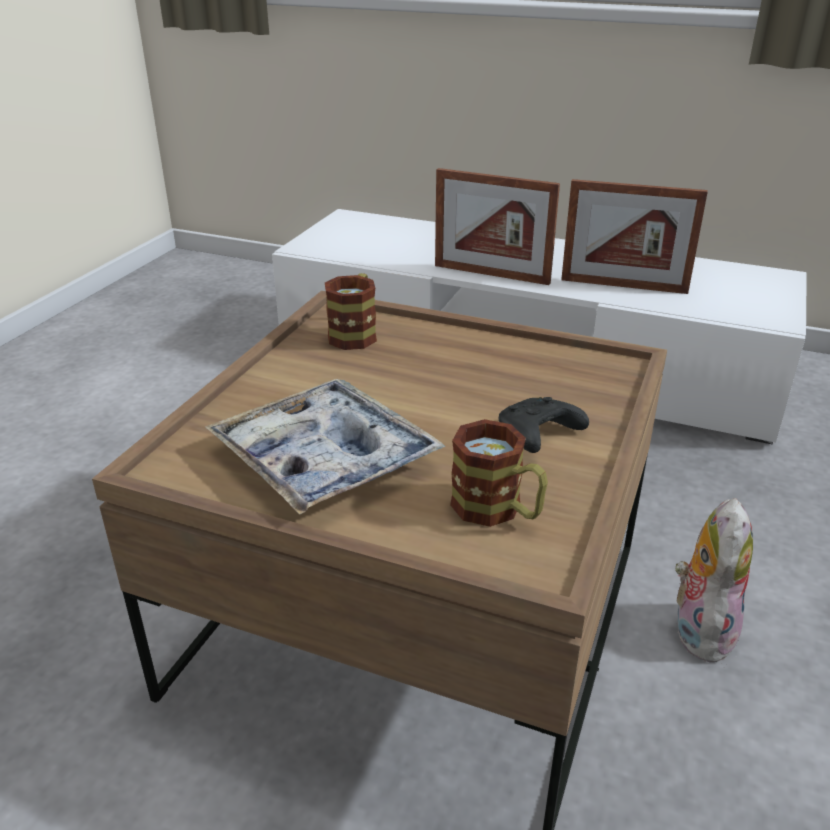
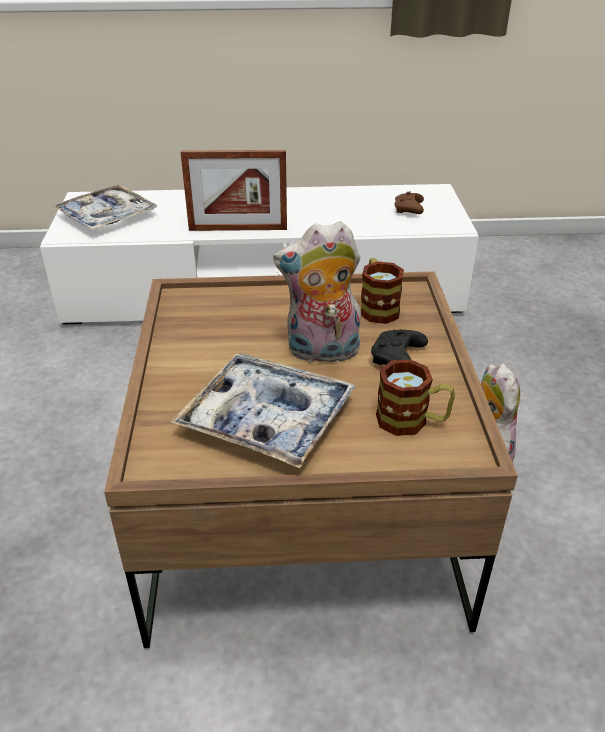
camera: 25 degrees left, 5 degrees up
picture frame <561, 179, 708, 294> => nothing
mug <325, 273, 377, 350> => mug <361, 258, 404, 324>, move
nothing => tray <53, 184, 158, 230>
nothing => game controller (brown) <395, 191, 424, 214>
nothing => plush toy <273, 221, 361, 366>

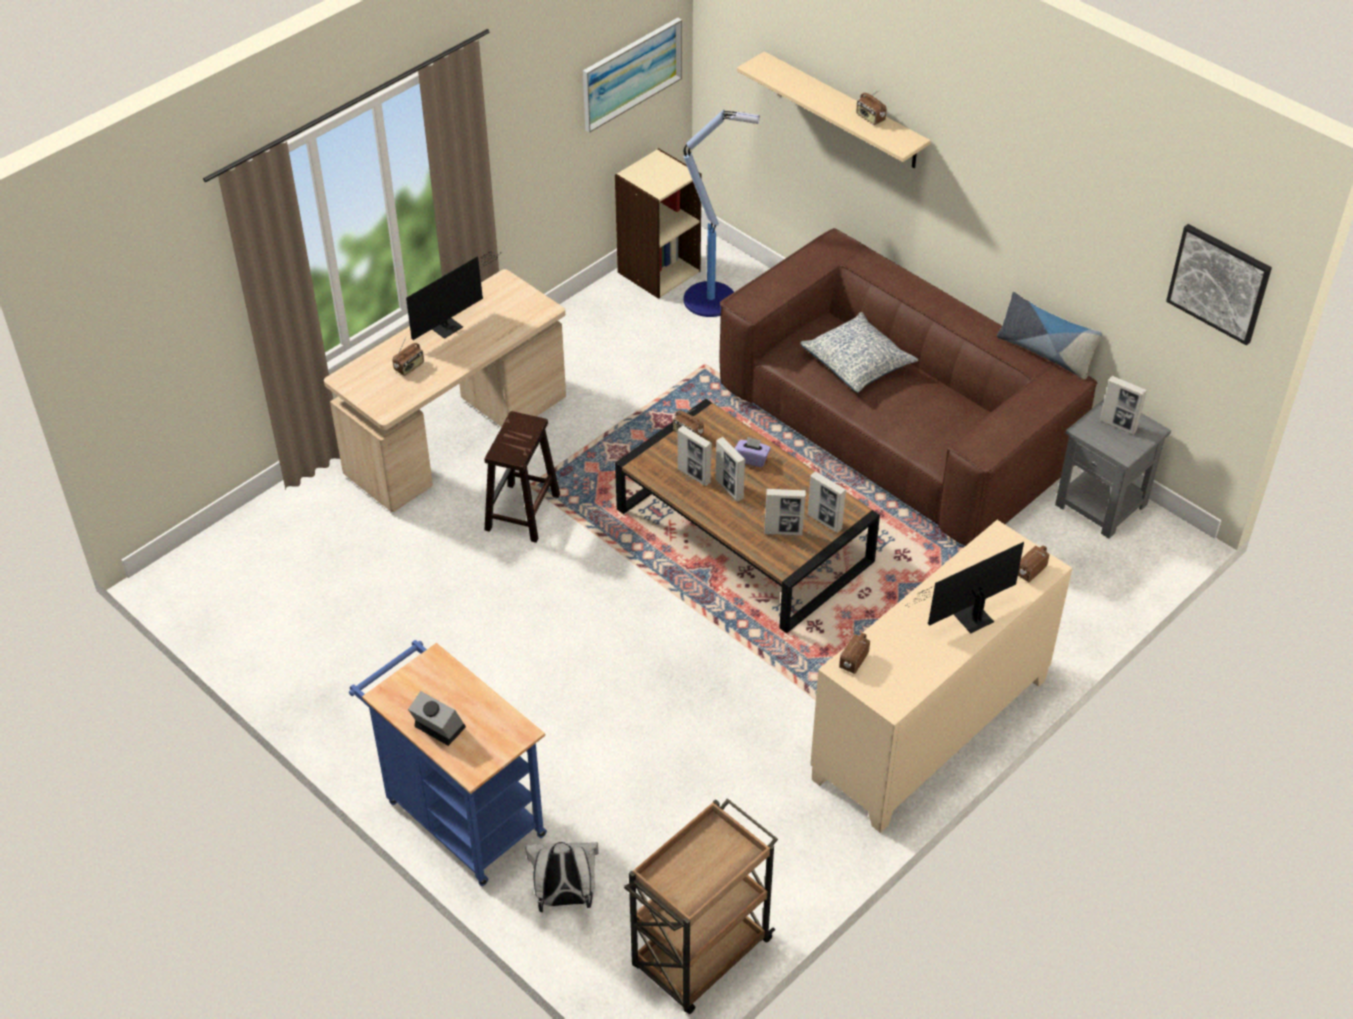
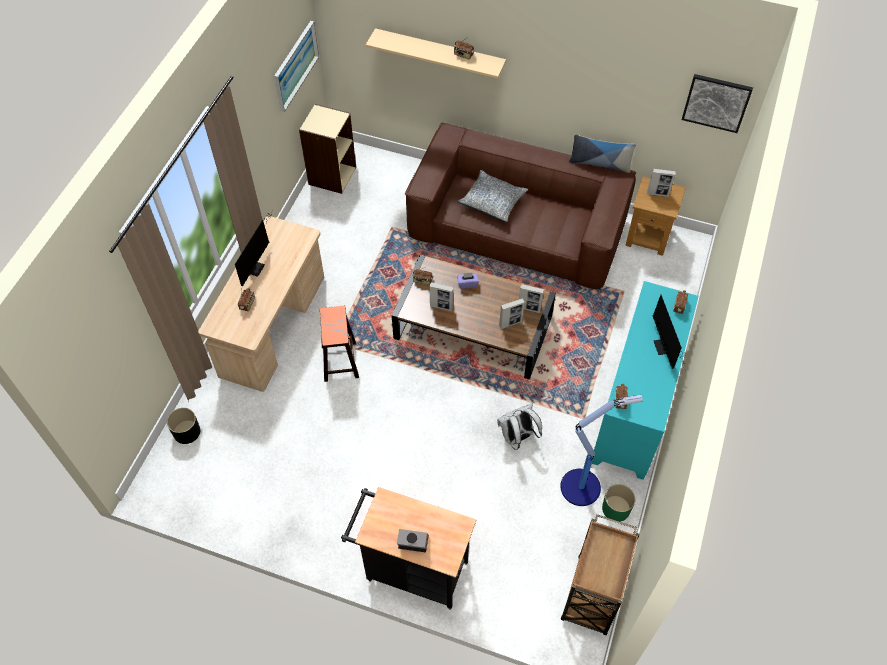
camera: 25 degrees left, 10 degrees up
floor lamp <683, 109, 760, 317> => floor lamp <560, 395, 643, 506>, move
side table (grey) <1055, 398, 1171, 539> => side table (brown) <625, 176, 686, 256>
picture frame <715, 437, 746, 501> => nothing
cabinet (beige) <810, 520, 1072, 833> => cabinet (turquoise) <592, 281, 699, 480>
monitor <906, 542, 1024, 633> => monitor <653, 295, 686, 369>, 45 degrees counterclockwise
cart (blue) <349, 640, 547, 886> => cart (black) <341, 487, 476, 610>
backpack (white) <525, 842, 598, 912> => backpack (white) <497, 403, 542, 450>, move
nothing => planter (black) <167, 408, 200, 444>
nothing => planter (green) <602, 484, 635, 522>

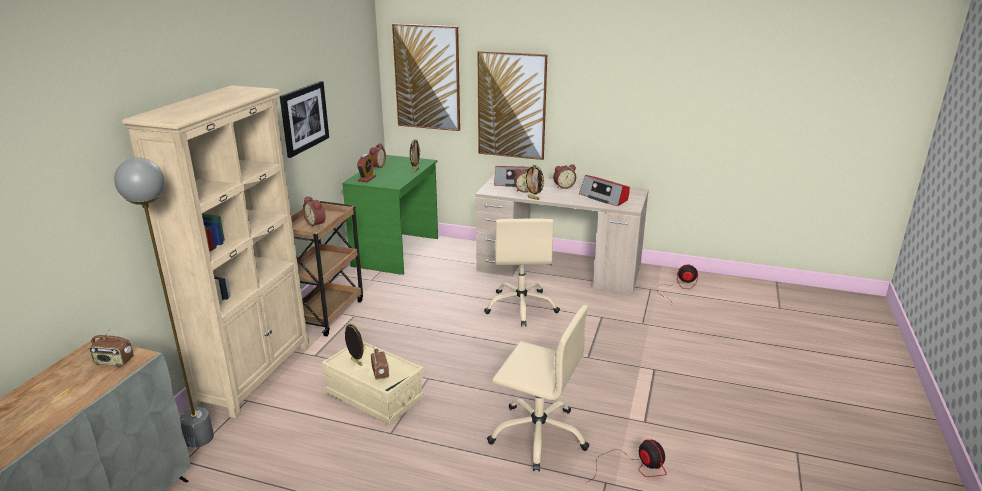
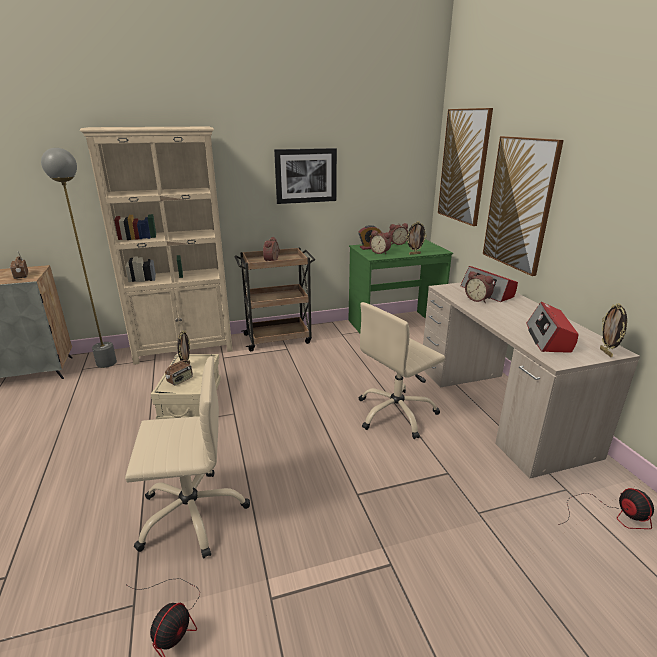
camera: 55 degrees right, 0 degrees up
picture frame <524, 164, 545, 200> => picture frame <600, 303, 627, 357>, move
alarm clock <553, 164, 576, 189> => alarm clock <370, 230, 391, 254>, move
office chair (beige) <487, 305, 589, 471> => office chair (beige) <125, 356, 250, 559>, 90 degrees counterclockwise

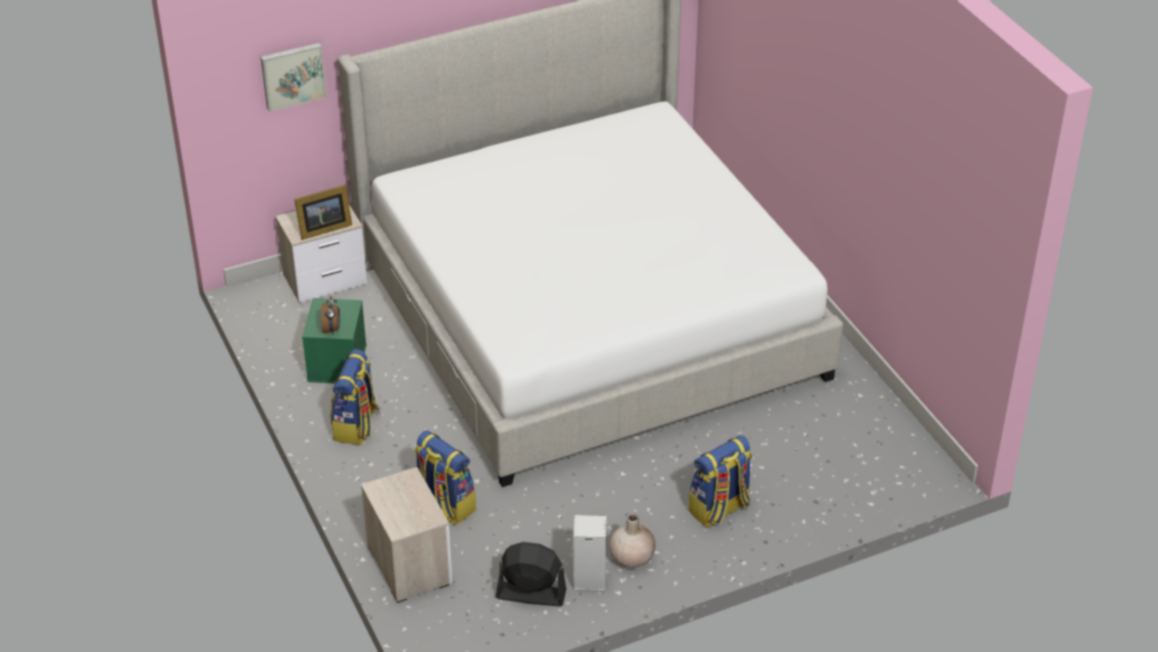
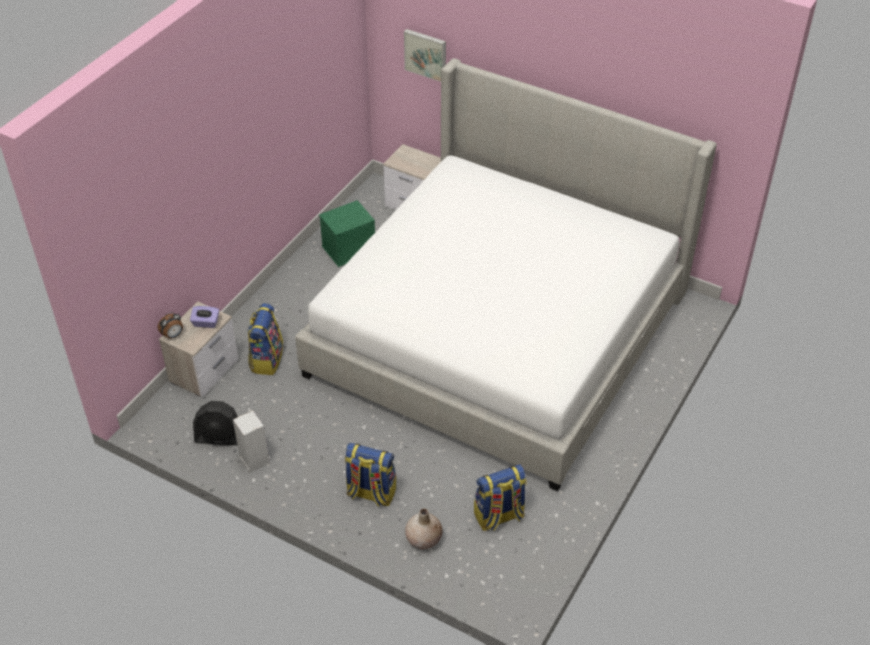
camera: 55 degrees right, 5 degrees up
picture frame <294, 185, 352, 240> => nothing
alarm clock <321, 296, 340, 335> => alarm clock <158, 312, 183, 339>, move
backpack <331, 349, 380, 445> => backpack <474, 464, 527, 531>, move
vase (beige) <609, 514, 656, 568> => vase (beige) <405, 508, 443, 550>, move
fan (black) <496, 542, 566, 606> => fan (black) <193, 401, 238, 445>, 120 degrees clockwise
nothing => tissue box (purple) <190, 306, 219, 328>

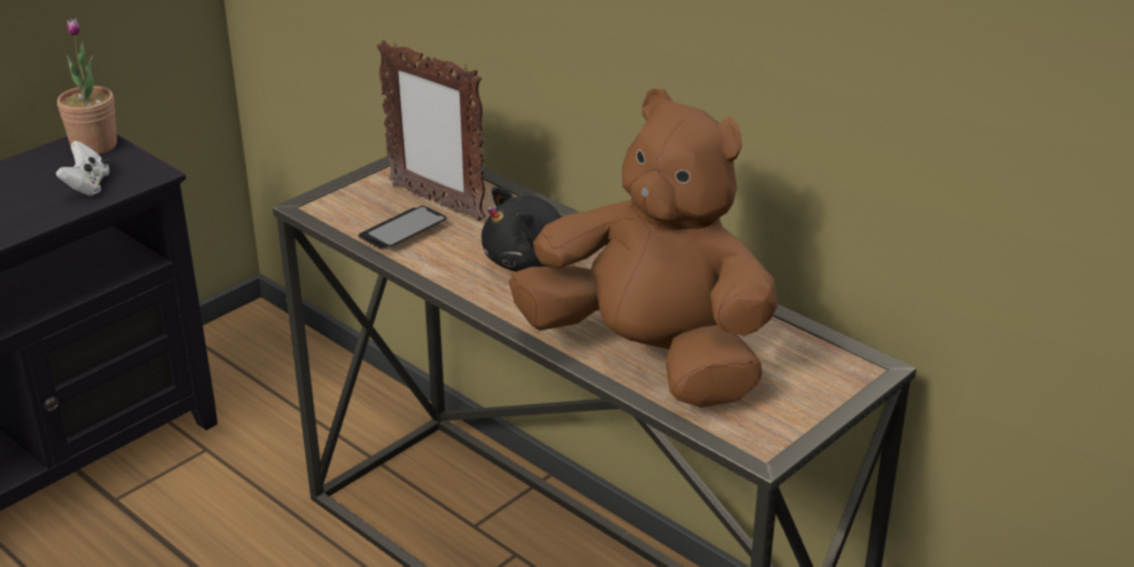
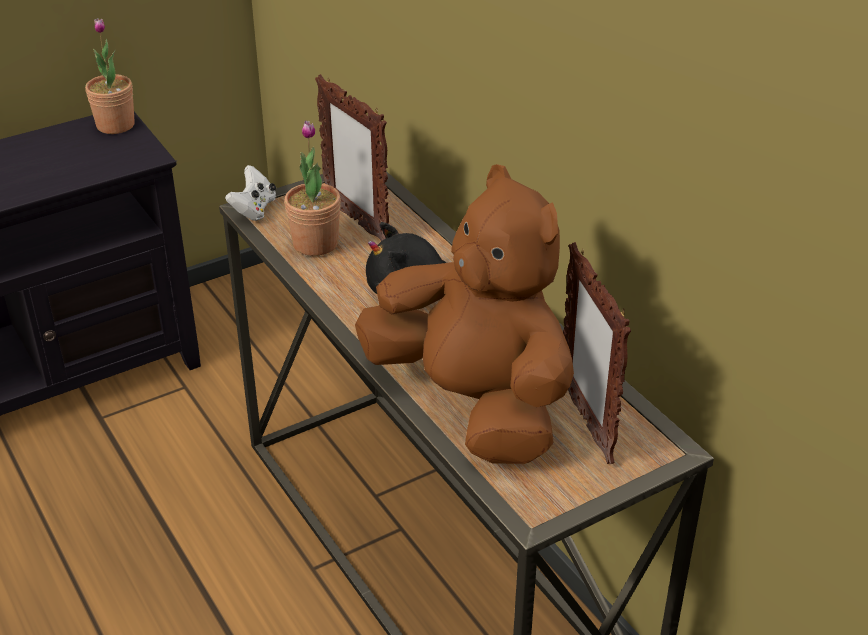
camera: 15 degrees right, 5 degrees up
game controller (white) <56, 141, 110, 196> => game controller (white) <225, 165, 276, 221>, move
phone <358, 206, 447, 248> => potted plant <284, 121, 341, 256>
nothing => picture frame <563, 242, 631, 464>

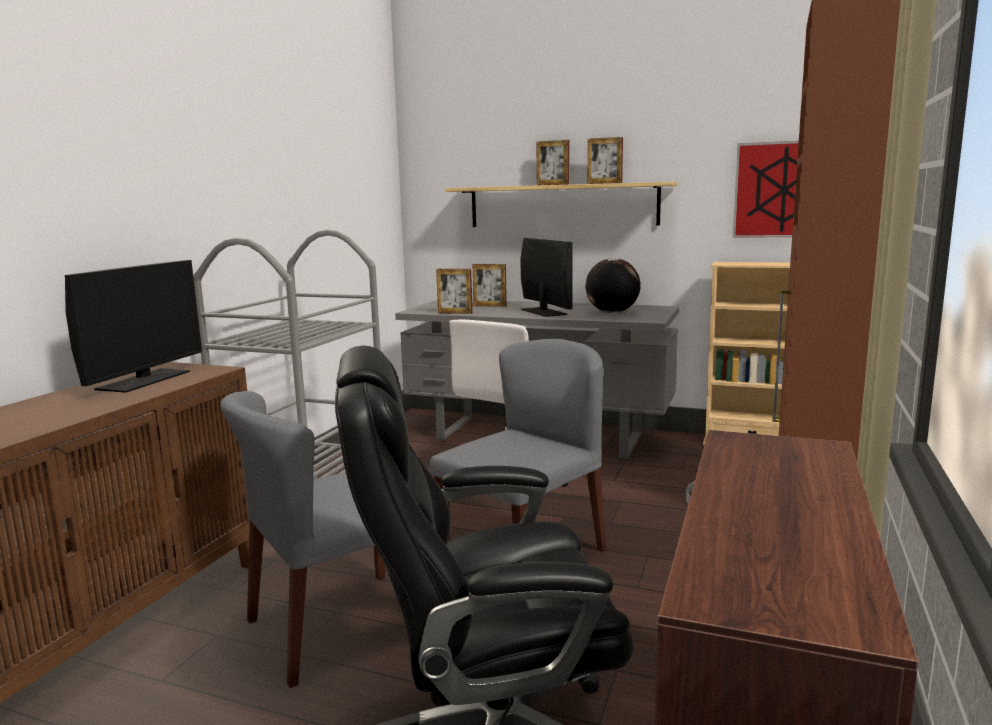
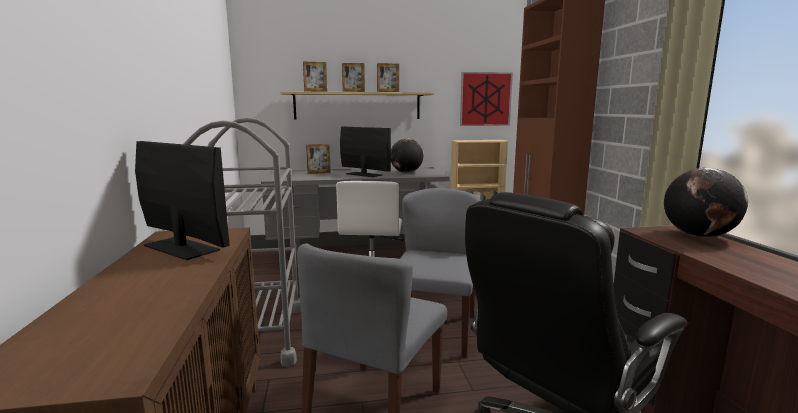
camera: 30 degrees left, 0 degrees up
monitor <65, 260, 202, 393> => monitor <135, 141, 230, 260>, 45 degrees counterclockwise
picture frame <436, 269, 473, 314> => picture frame <303, 62, 327, 92>, move
nothing => globe <664, 168, 748, 238>

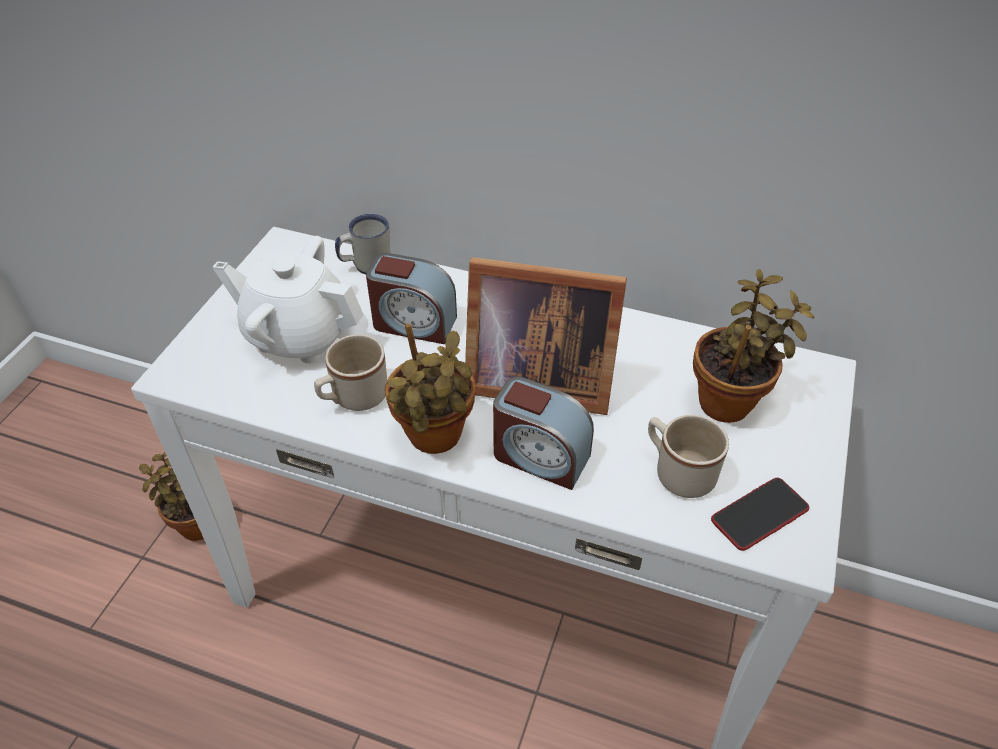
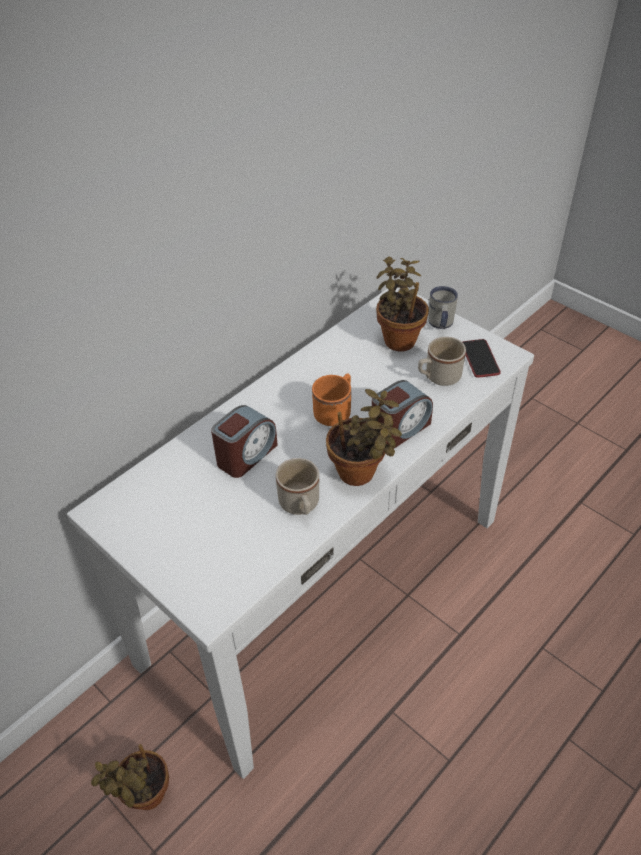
camera: 65 degrees left, 0 degrees up
mug (white) <335, 214, 391, 274> => mug (white) <428, 286, 458, 329>, move
teapot (white) <213, 236, 364, 363> => nothing
picture frame <465, 257, 627, 415> => mug (orange) <312, 373, 351, 426>

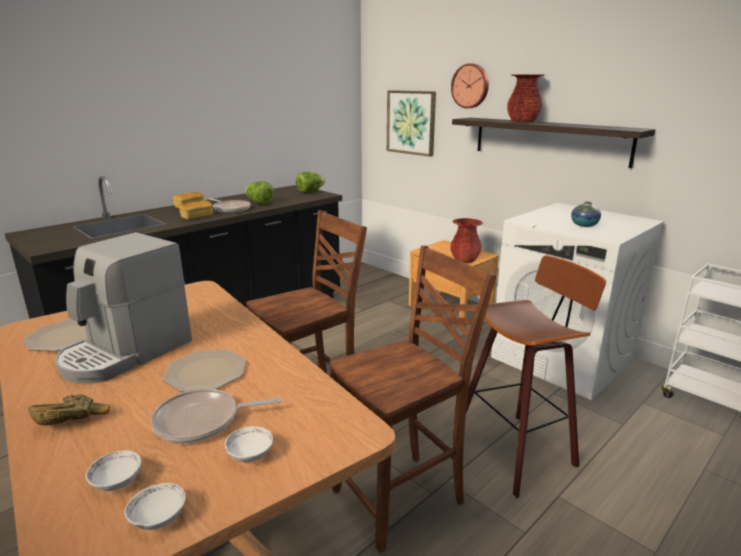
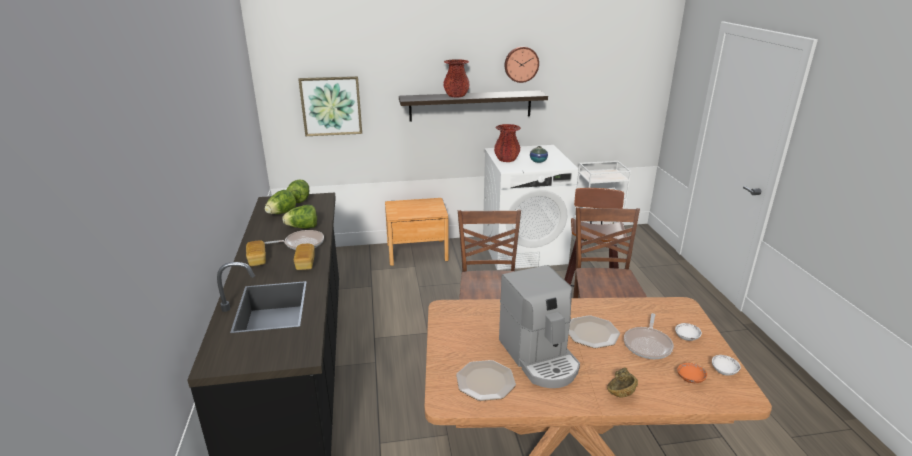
camera: 55 degrees left, 5 degrees up
wall clock <451, 63, 489, 108> => wall clock <505, 46, 539, 83>, move
vase (red) <451, 218, 483, 263> => vase (red) <494, 124, 521, 162>, move
bowl (white) <86, 451, 141, 491> => bowl (orange) <677, 363, 707, 383>
nothing => lettuce <265, 190, 296, 214>

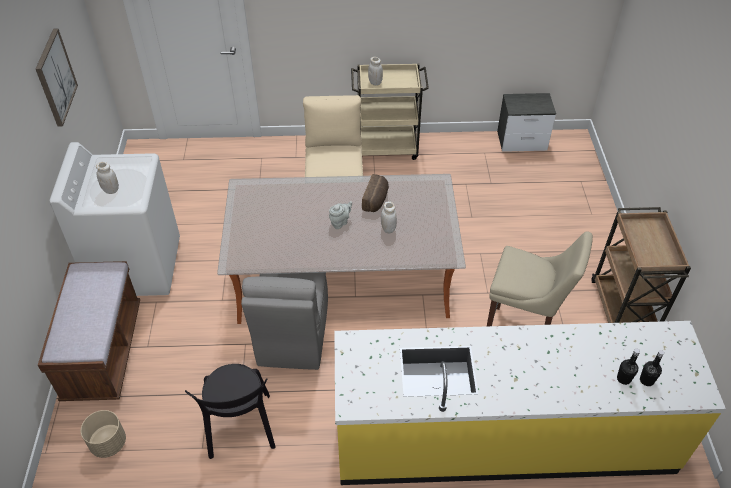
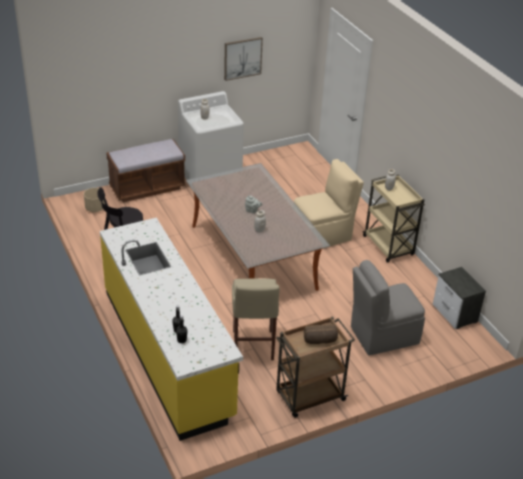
camera: 65 degrees right, 10 degrees down
bread <362, 174, 389, 212> => bread <304, 324, 338, 344>, move
chair (grey) <241, 272, 328, 370> => chair (grey) <351, 260, 425, 355>, move

